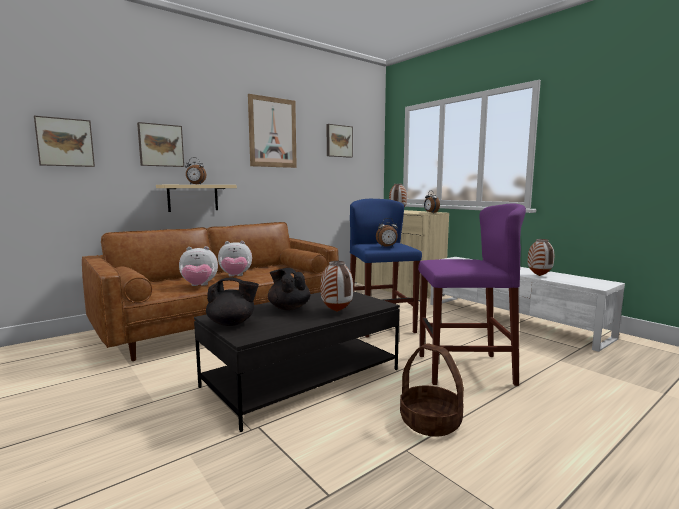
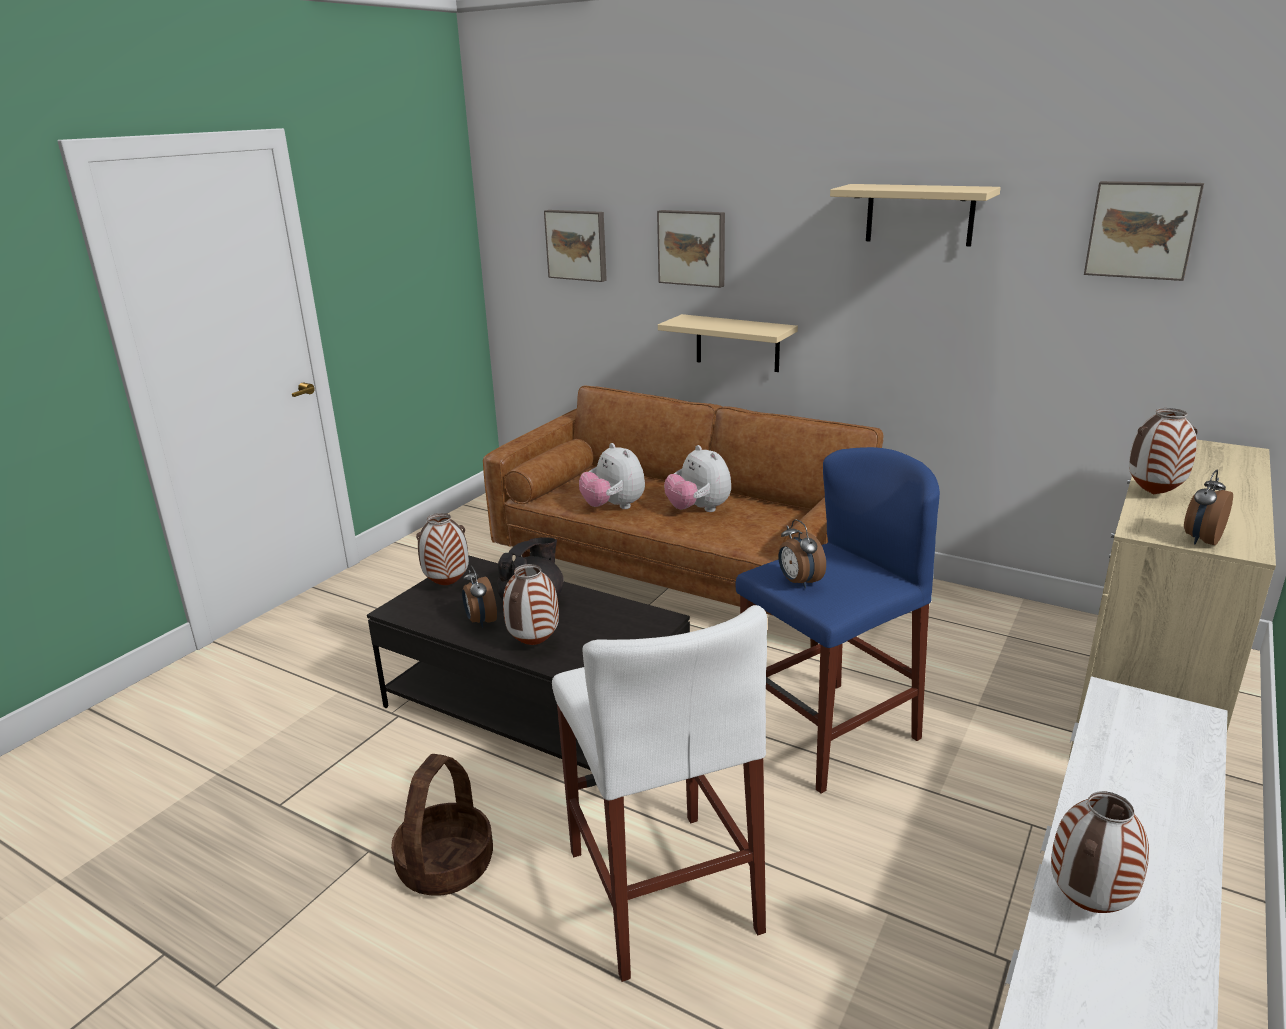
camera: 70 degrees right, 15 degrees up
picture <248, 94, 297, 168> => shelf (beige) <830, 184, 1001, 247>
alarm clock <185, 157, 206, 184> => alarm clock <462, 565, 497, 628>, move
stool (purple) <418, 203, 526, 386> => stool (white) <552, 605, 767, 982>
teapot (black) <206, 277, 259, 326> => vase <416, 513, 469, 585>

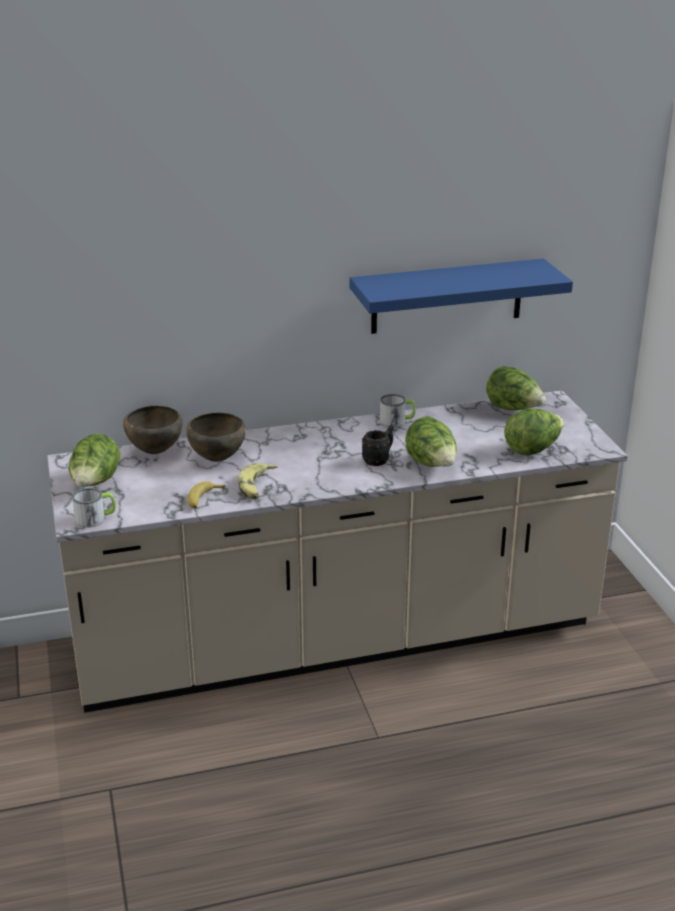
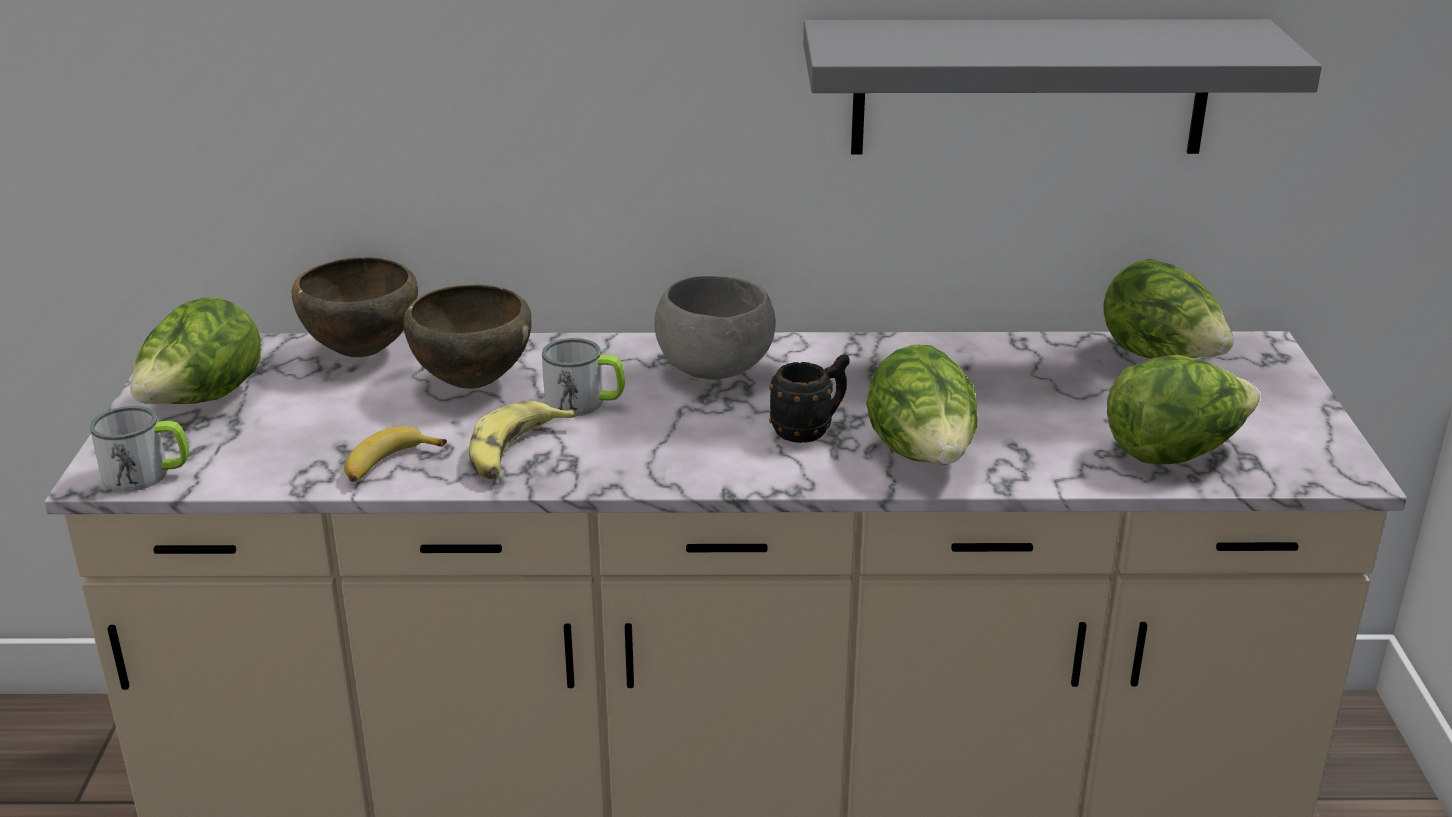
camera: 15 degrees right, 0 degrees up
shelf (blue) <349, 259, 573, 334> => shelf (grey) <803, 19, 1322, 154>
mug <380, 394, 416, 427> => mug <542, 338, 625, 416>, move
nothing => bowl (grey) <654, 275, 776, 380>

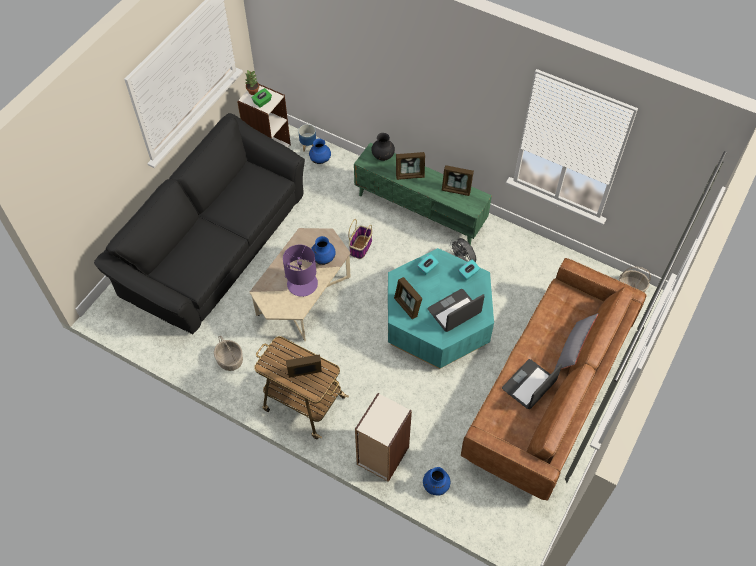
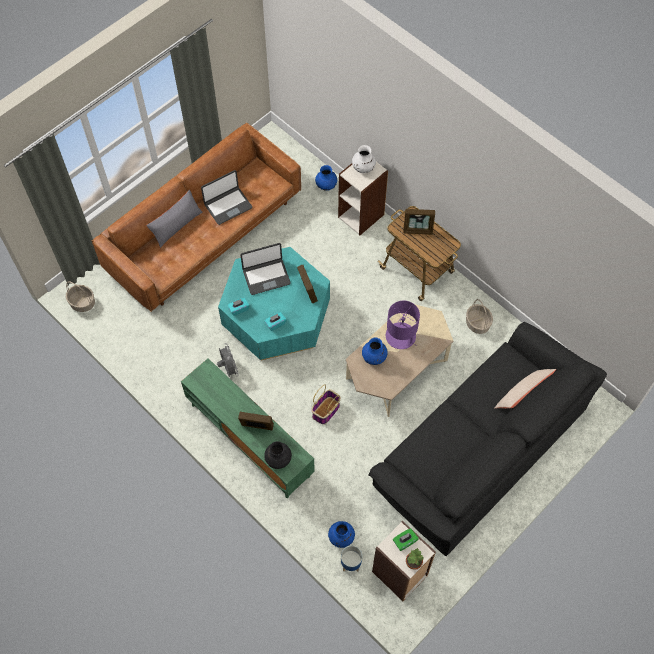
camera: 165 degrees left, 5 degrees up
picture frame <442, 165, 474, 196> => nothing
nothing => vase (white) <352, 145, 376, 173>
nothing => pillow (beige) <495, 369, 556, 409>

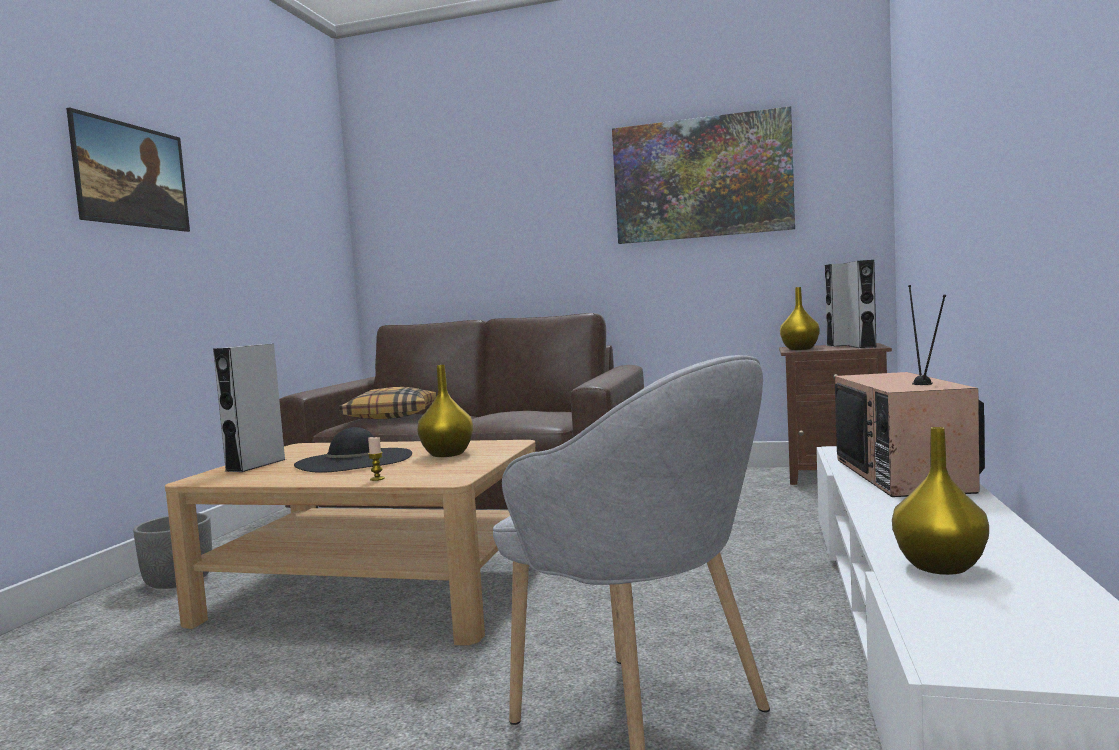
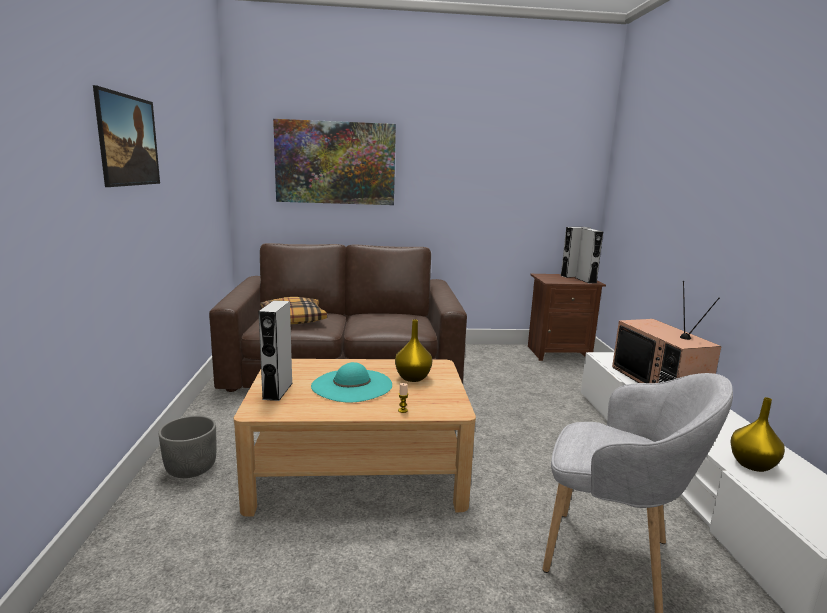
camera: 20 degrees left, 10 degrees up
picture <612, 106, 795, 244> => picture <273, 119, 396, 205>, move
vase (yellow) <780, 287, 820, 350> => nothing
hat (black) <294, 427, 412, 473> => hat (turquoise) <311, 362, 392, 402>

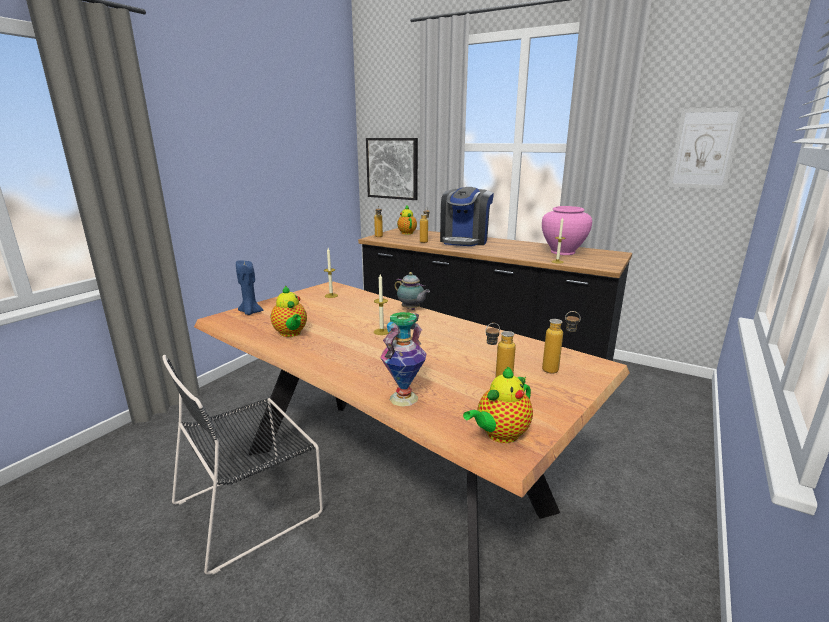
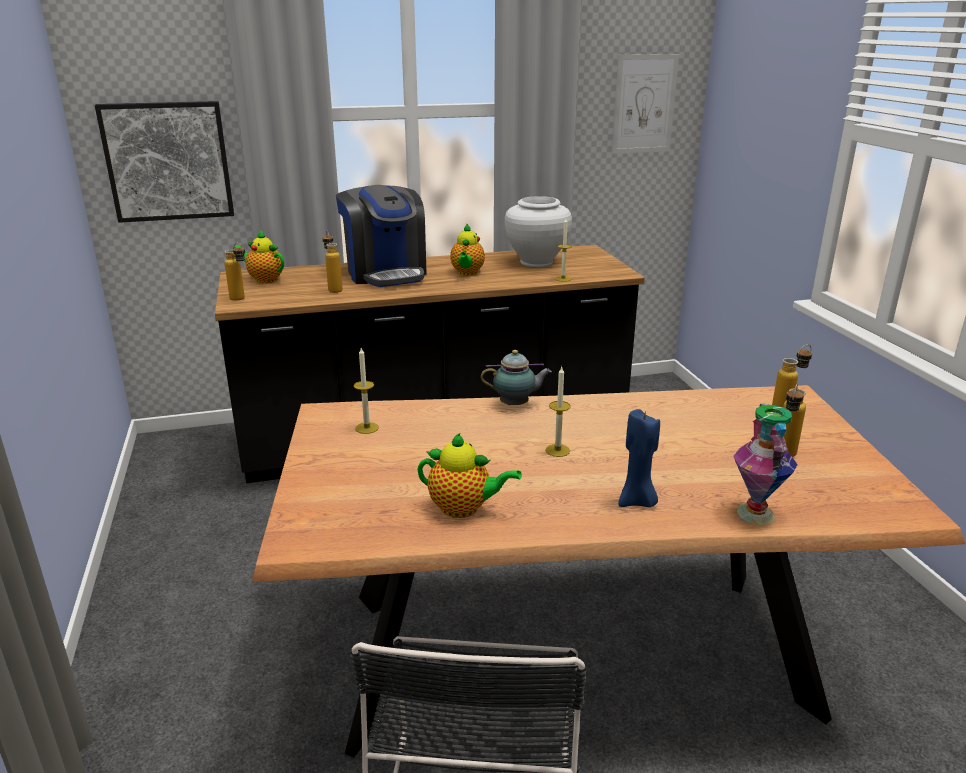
camera: 45 degrees left, 5 degrees up
vase (pink) <542, 206, 592, 255> => vase (white) <505, 196, 572, 267>
candle (blue) <236, 260, 263, 315> => candle (blue) <618, 409, 660, 507>, move
teapot <463, 366, 533, 443> => teapot <450, 224, 485, 275>, move

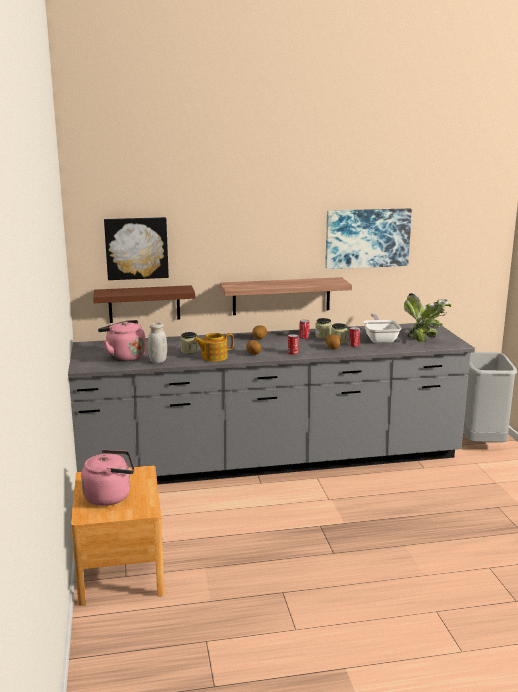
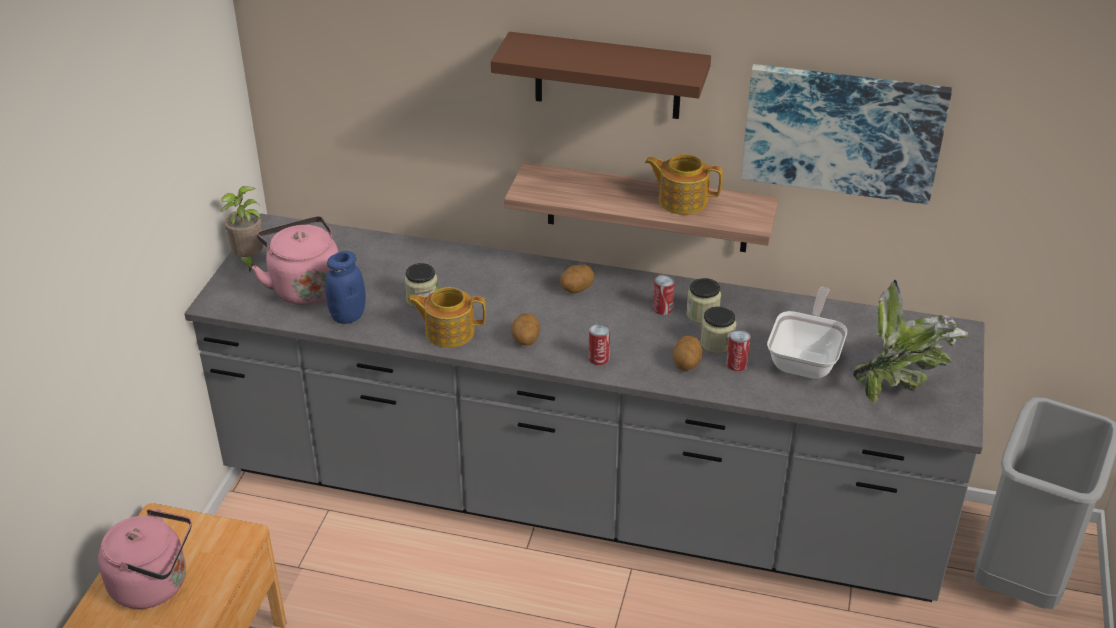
camera: 25 degrees right, 20 degrees up
picture <104, 217, 169, 280> => nothing
shelf (brown) <93, 285, 195, 323> => shelf (brown) <491, 32, 711, 119>, move
jar (white) <148, 322, 167, 363> => jar (blue) <325, 251, 366, 324>
nothing => teapot <645, 154, 723, 215>
nothing => potted plant <220, 186, 263, 272>

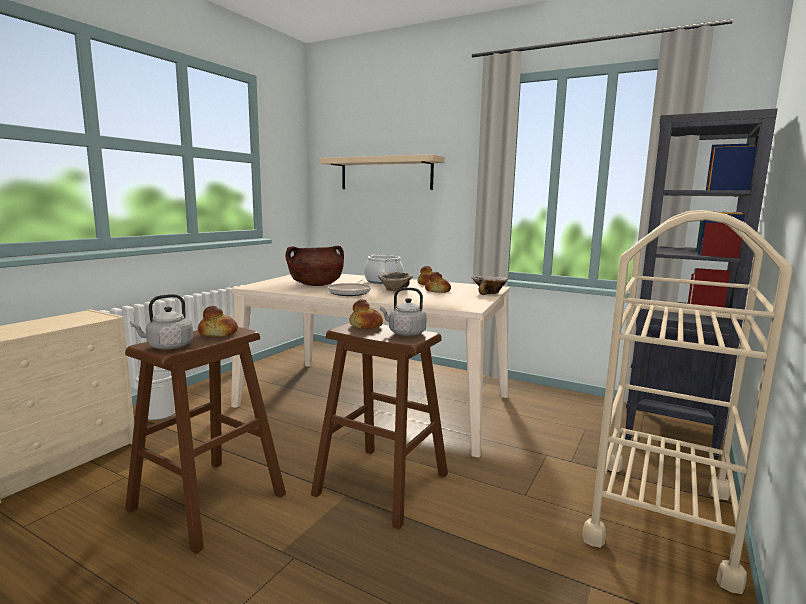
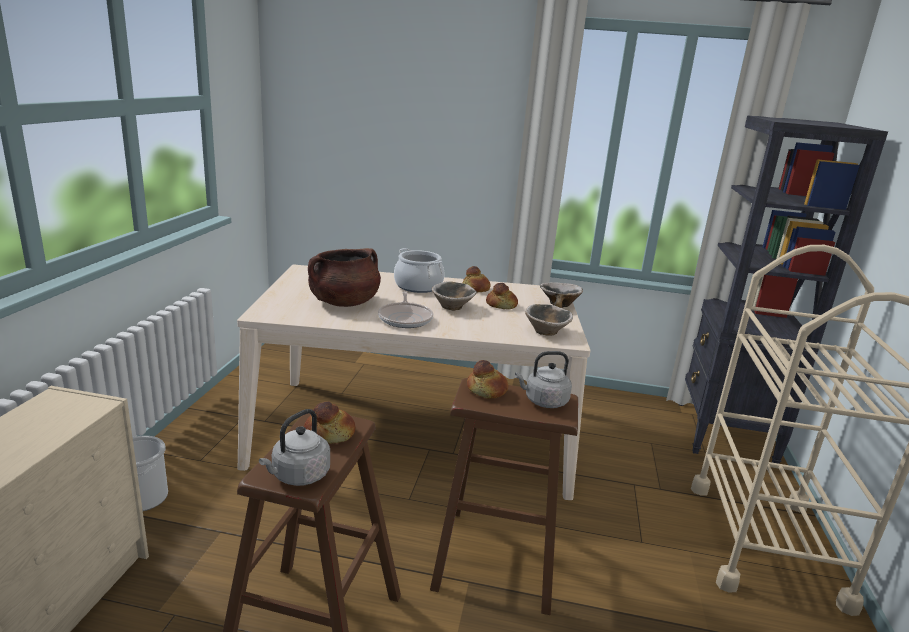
camera: 20 degrees left, 10 degrees up
shelf (beige) <319, 154, 445, 190> => nothing
nothing => bowl <525, 304, 573, 335>

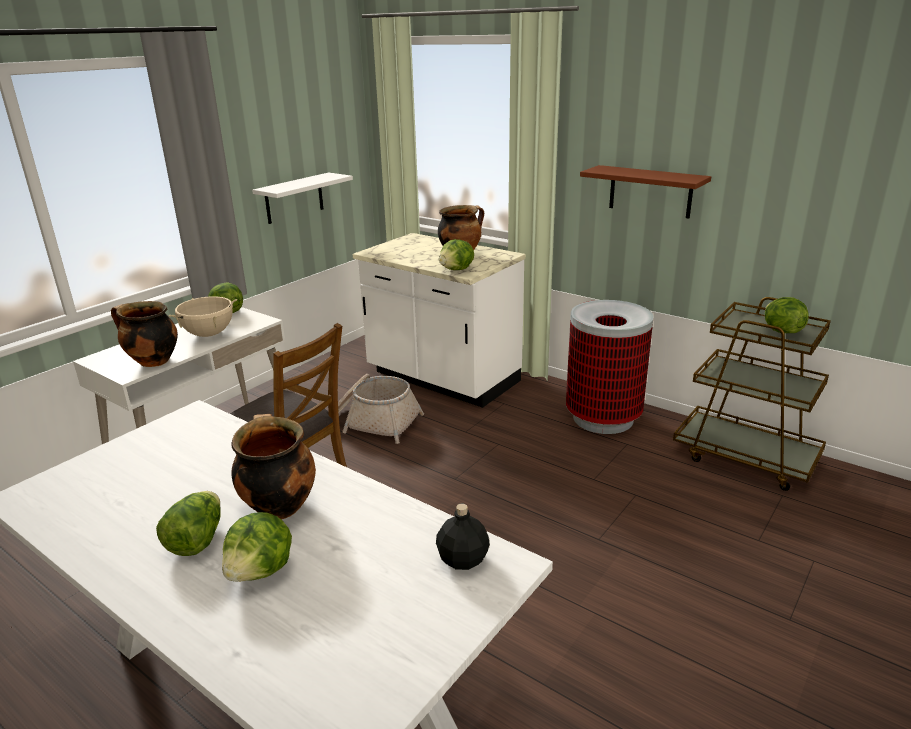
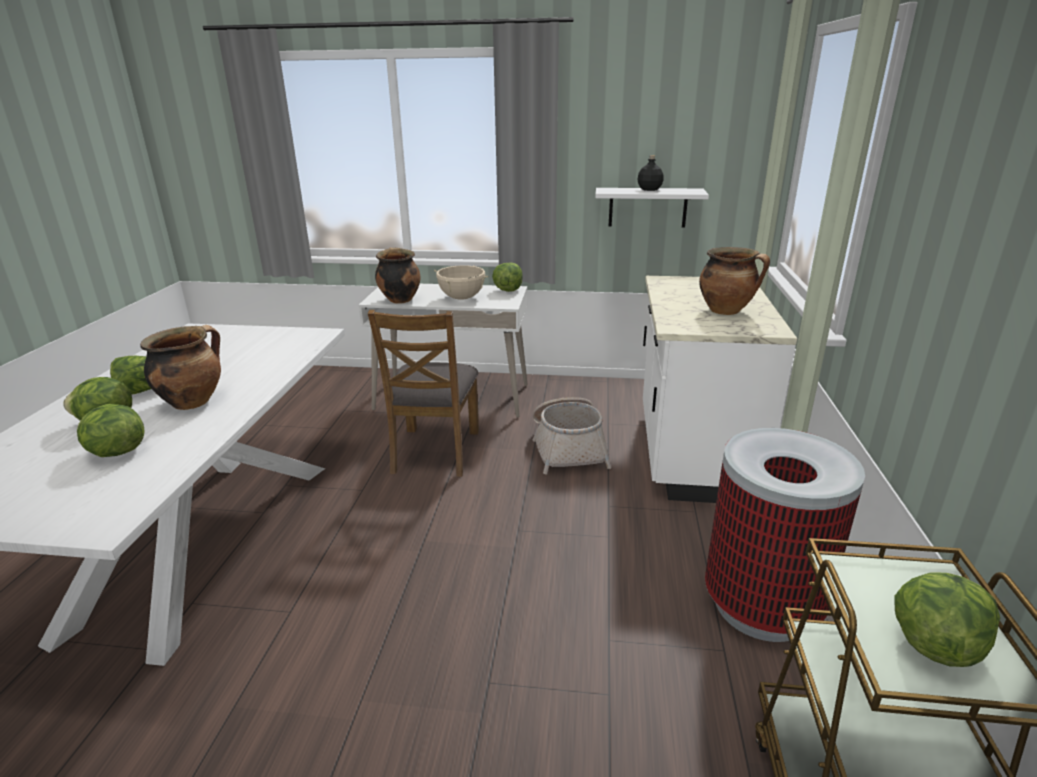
camera: 60 degrees right, 0 degrees up
shelf (brown) <580, 165, 711, 219> => nothing
lettuce <439, 239, 474, 270> => lettuce <77, 404, 145, 457>, move
bottle (black) <436, 504, 490, 570> => bottle (black) <638, 155, 664, 191>, move

